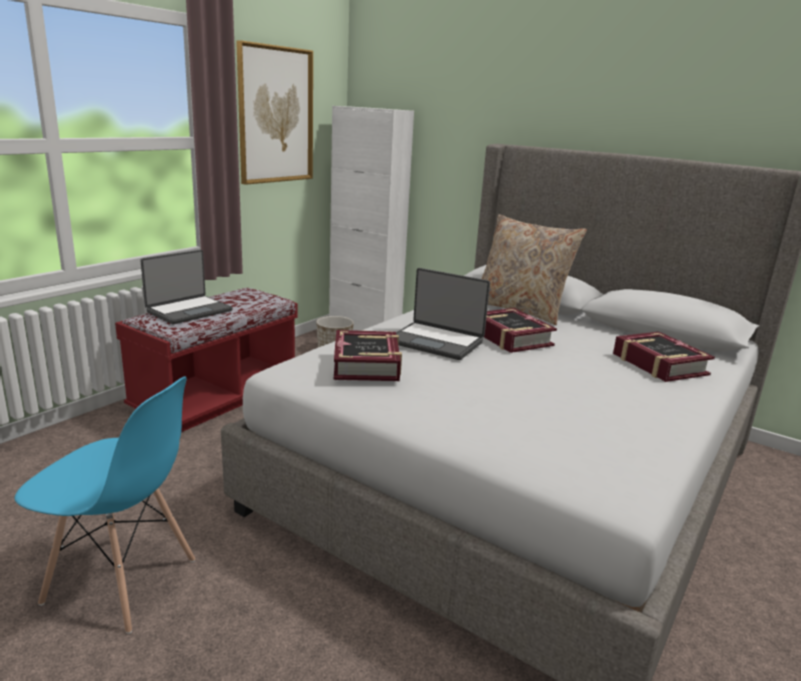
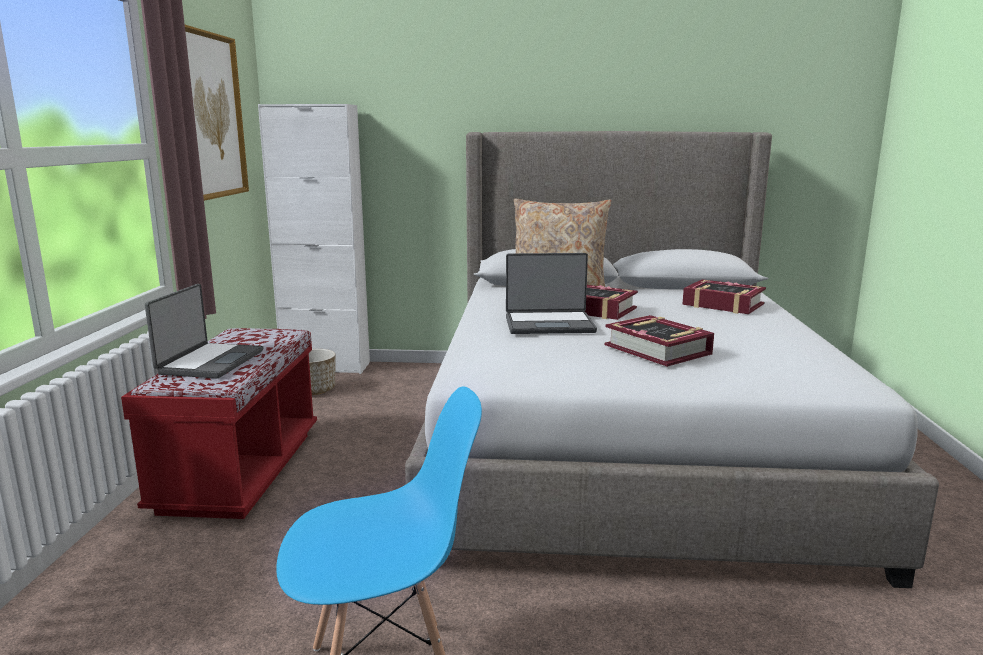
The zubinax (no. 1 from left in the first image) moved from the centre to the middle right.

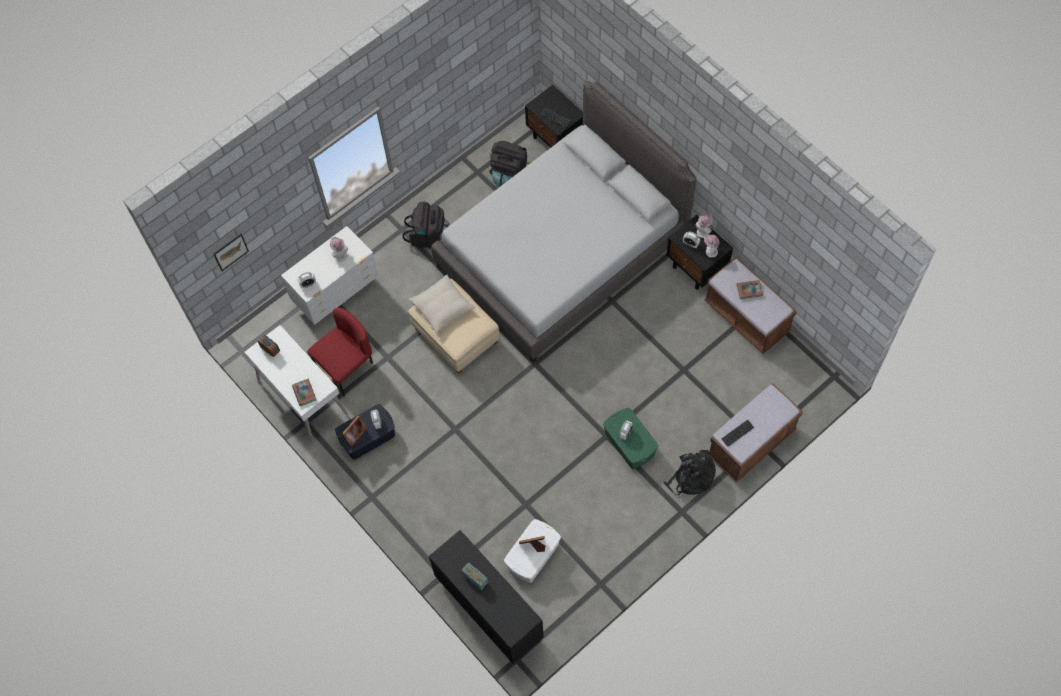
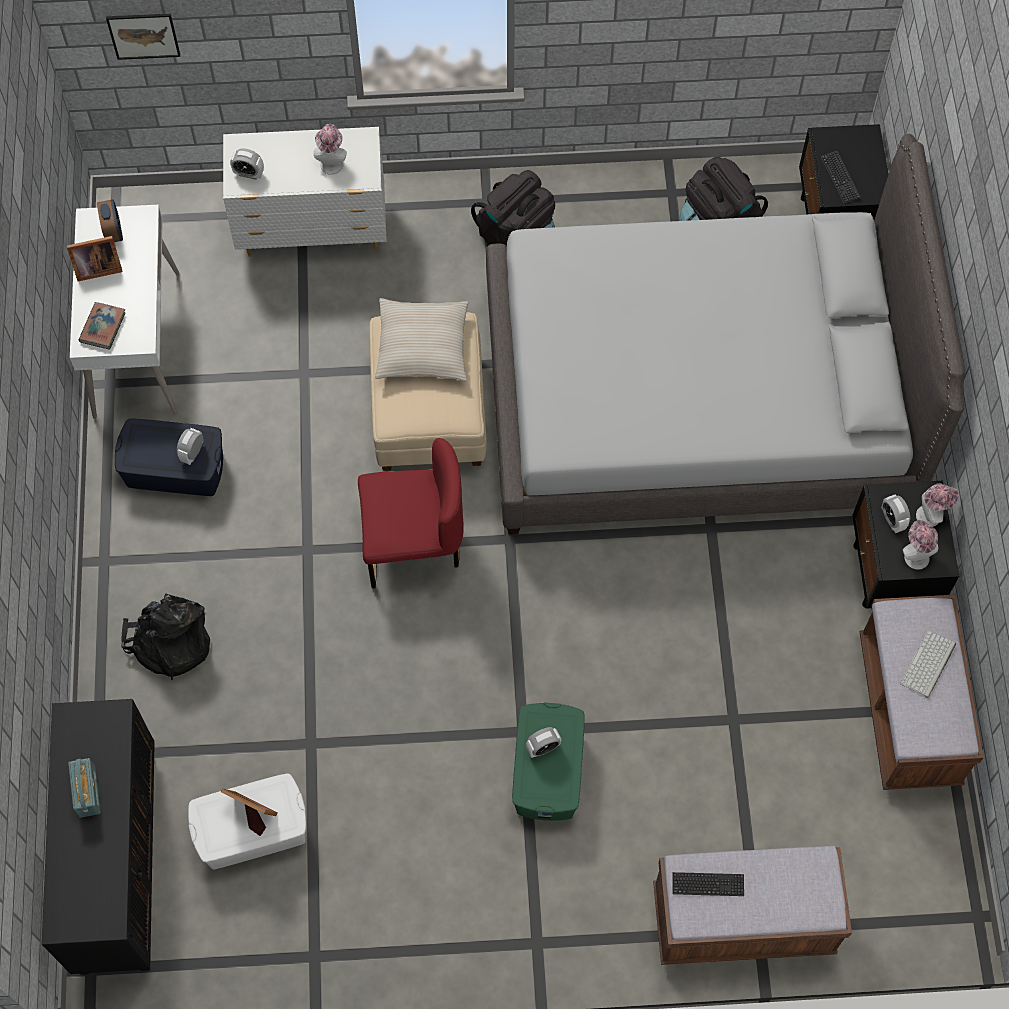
The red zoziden moved from the middle left to the centre.
The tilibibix (no. 1 from left) moved from the centre to the top left.
The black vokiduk (no. 3 from left in the first image) moved from the bottom centre to the middle left.
The zubinax (no. 2 from left) at the middle right was replaced by the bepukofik (no. 3 from left) at the middle right.

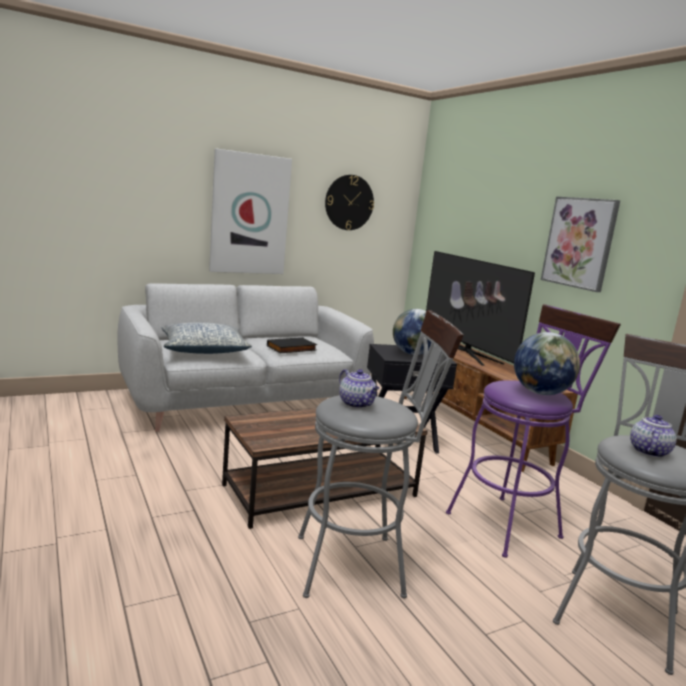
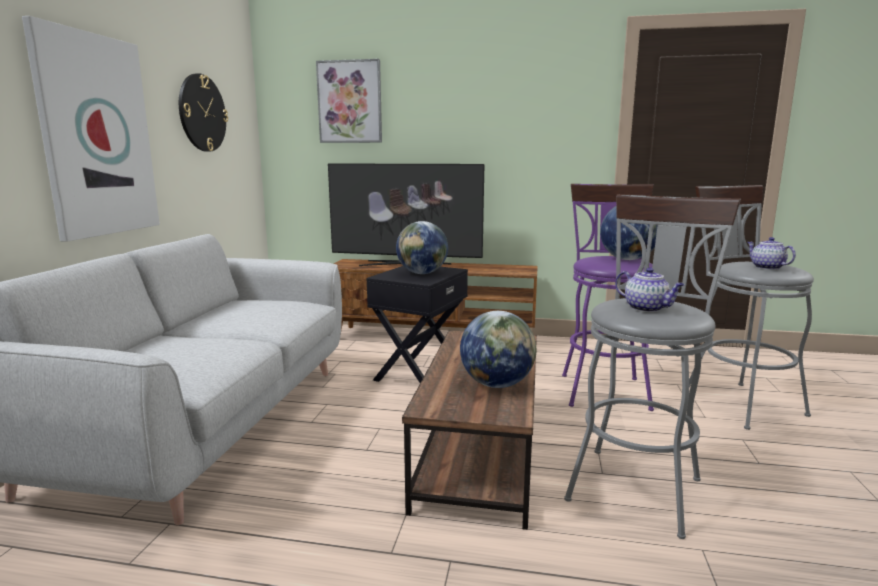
The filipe at the middle left disappeared.
The black zubinax at the centre disappeared.
The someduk (no. 2 from left) at the centre appeared.
The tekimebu (no. 2 from left) moved from the middle right to the top centre.
The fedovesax (no. 1 from left) at the centre turned 45 degrees clockwise.

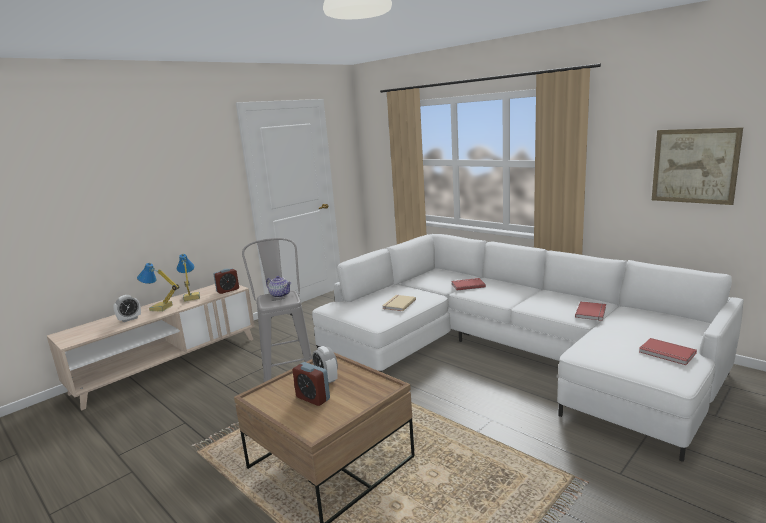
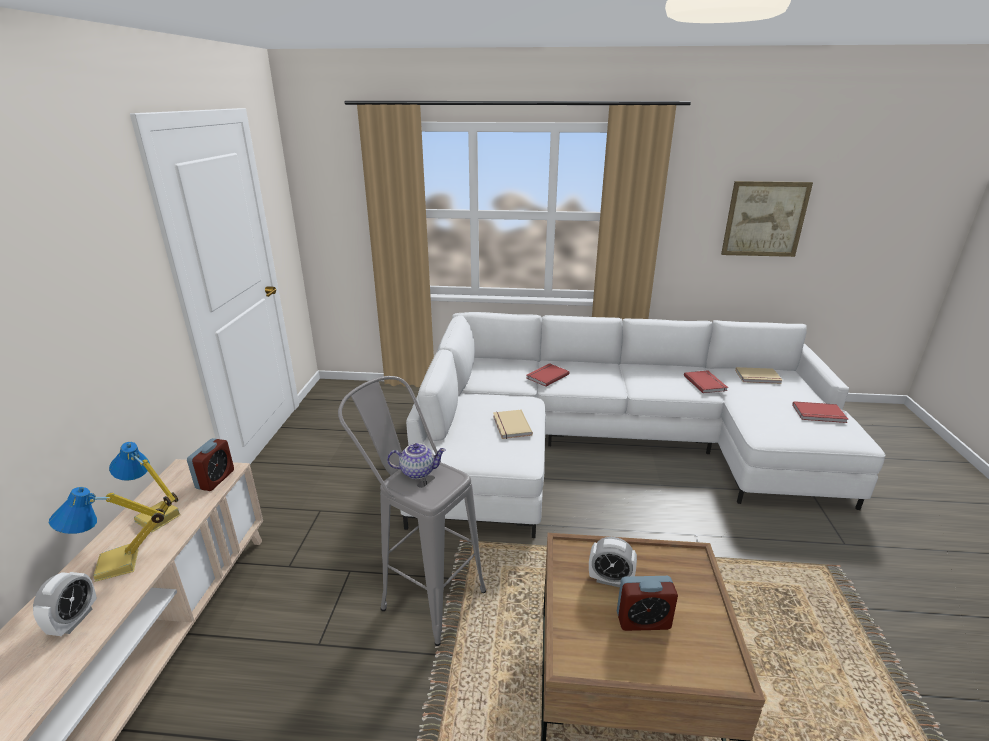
The beige zubinax (no. 2 from left) at the middle right appeared.

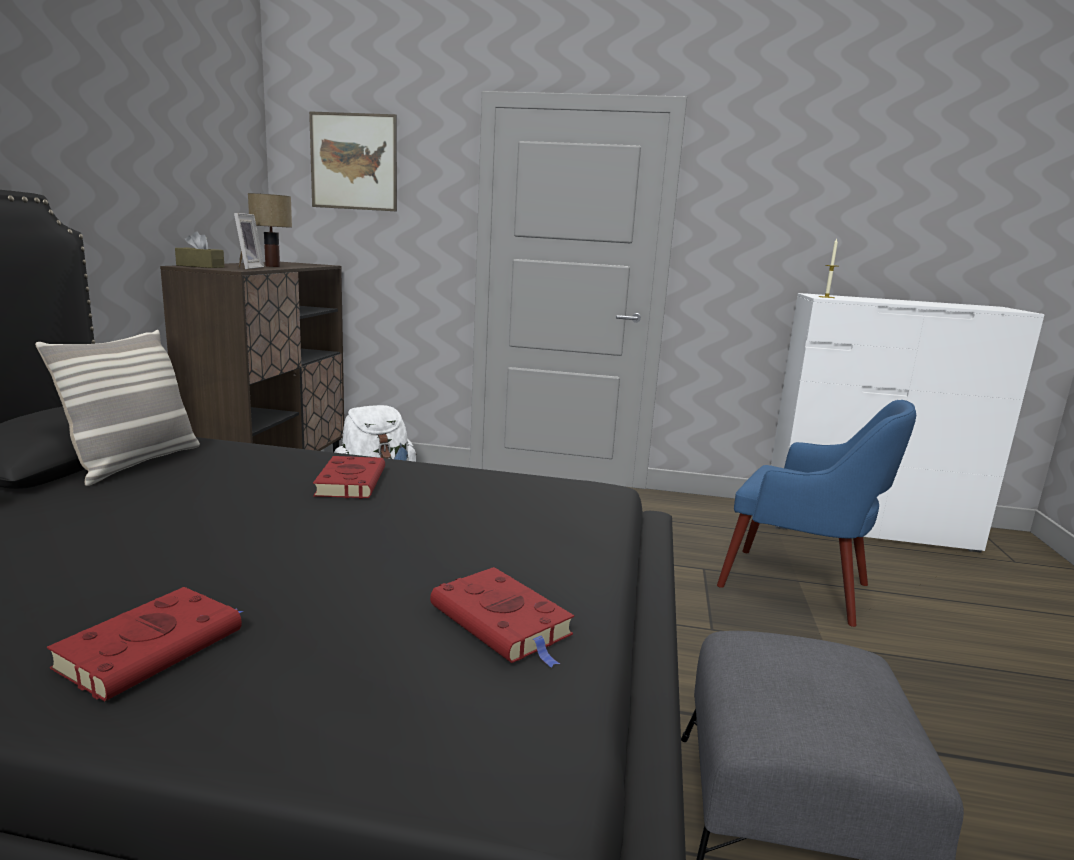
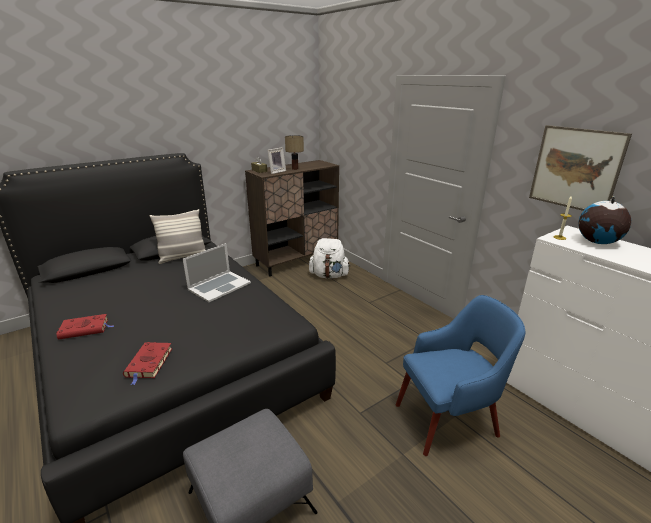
The someduk at the middle right appeared.
The tekimebu moved from the top left to the top right.
The red zubinax (no. 2 from left) at the middle left was replaced by the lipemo at the centre.
The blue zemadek at the middle right turned 90 degrees counterclockwise.

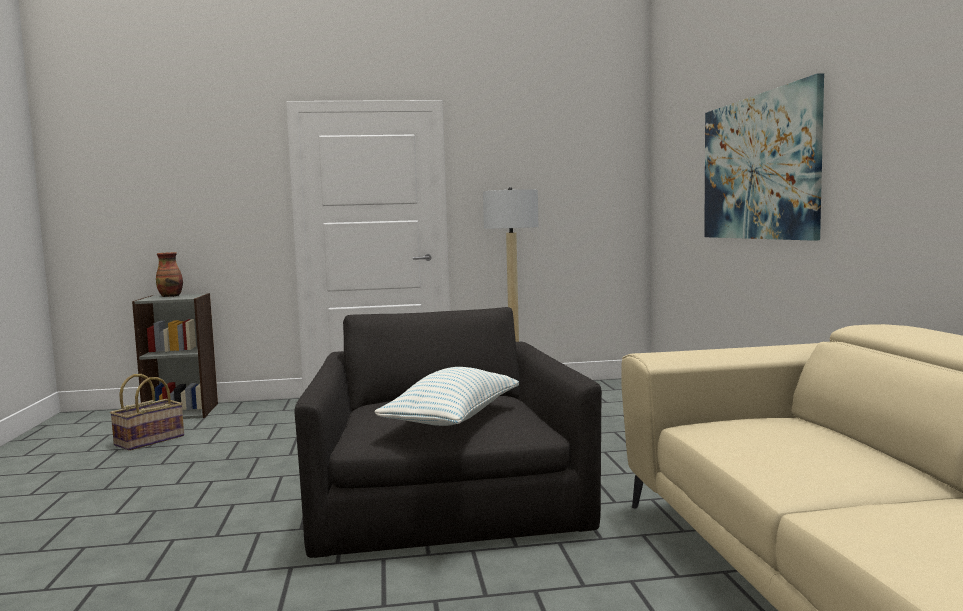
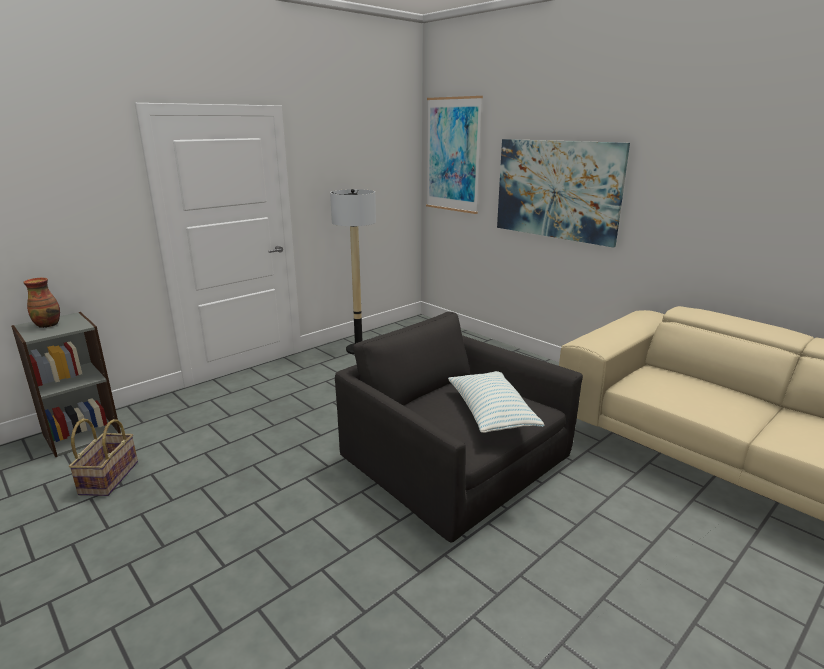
The tekimebu (no. 1 from left) at the top centre appeared.

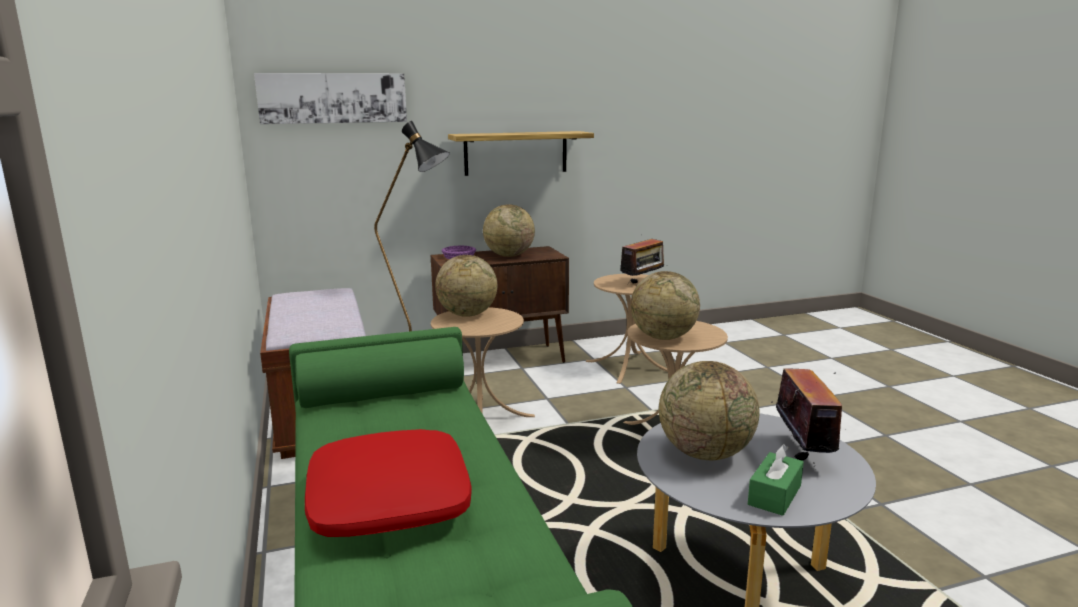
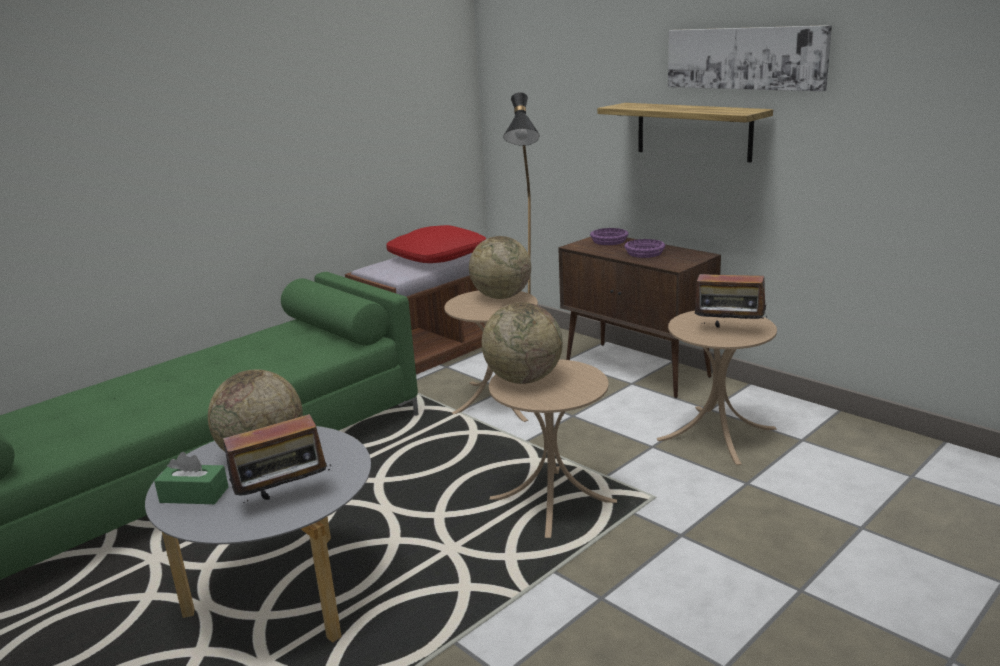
The tekimebu moved from the top left to the top right.
The red filipe moved from the bottom centre to the centre.
The someduk (no. 2 from left) at the centre was replaced by the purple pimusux (no. 2 from left) at the centre.

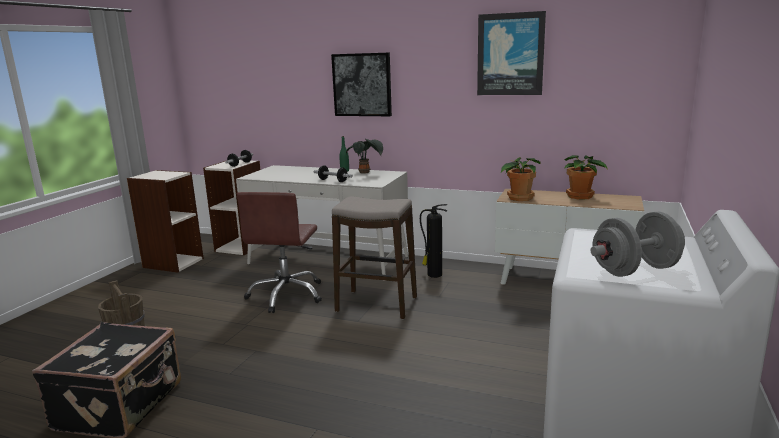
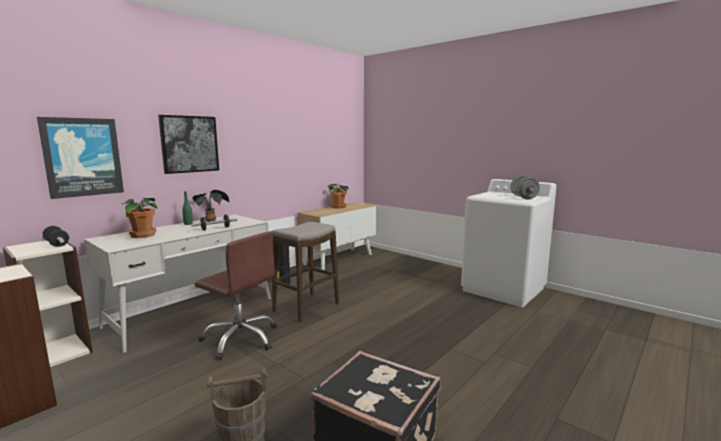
The tekimebu (no. 2 from left in the first image) moved from the top centre to the middle left.
The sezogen (no. 2 from left in the first image) moved from the middle right to the middle left.

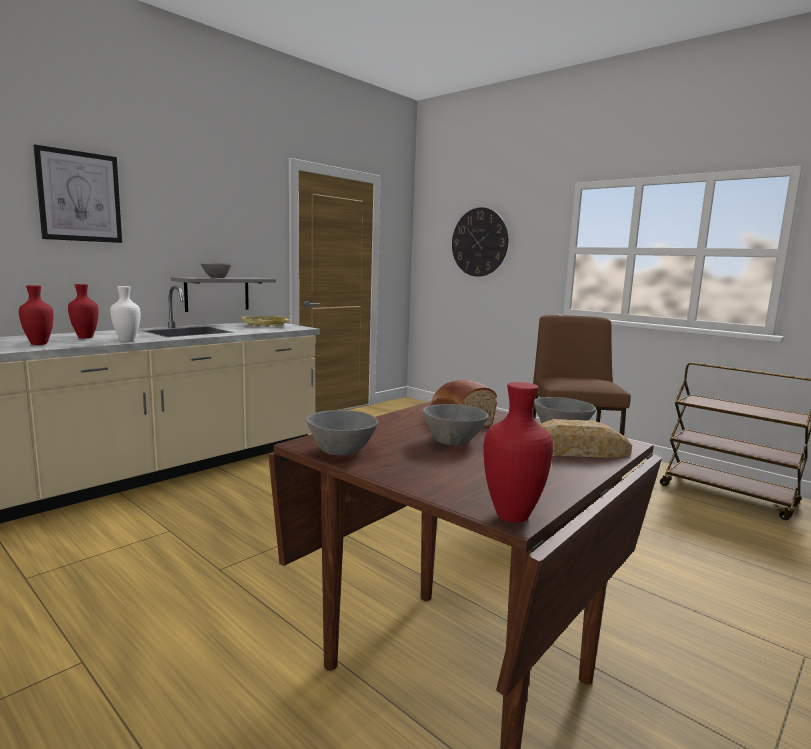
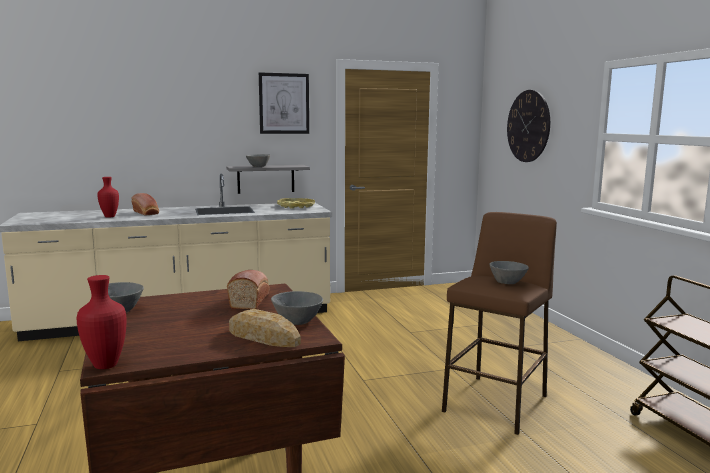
The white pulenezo at the middle left disappeared.
The tekimebu moved from the top left to the top centre.
The grey pimusux (no. 3 from left in the first image) moved from the centre to the middle right.
The red pulenezo (no. 2 from left) at the middle left was replaced by the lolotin (no. 1 from left) at the middle left.

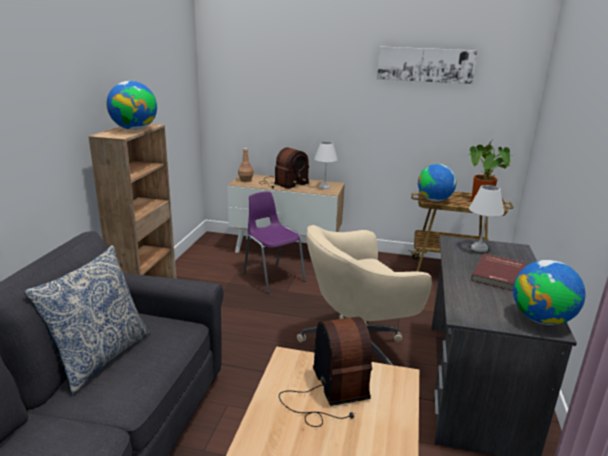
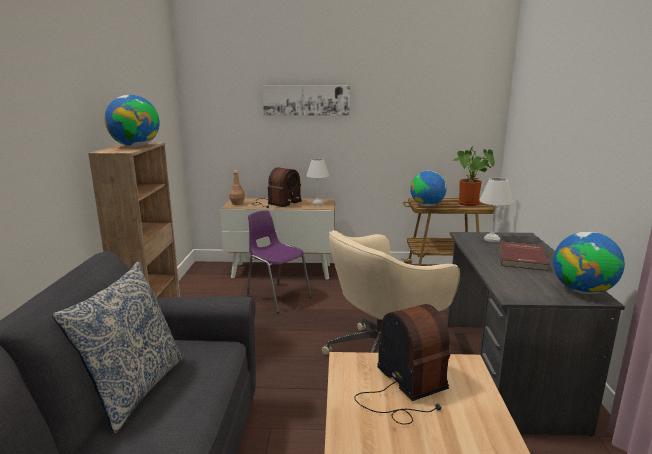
The tekimebu moved from the top right to the top centre.

